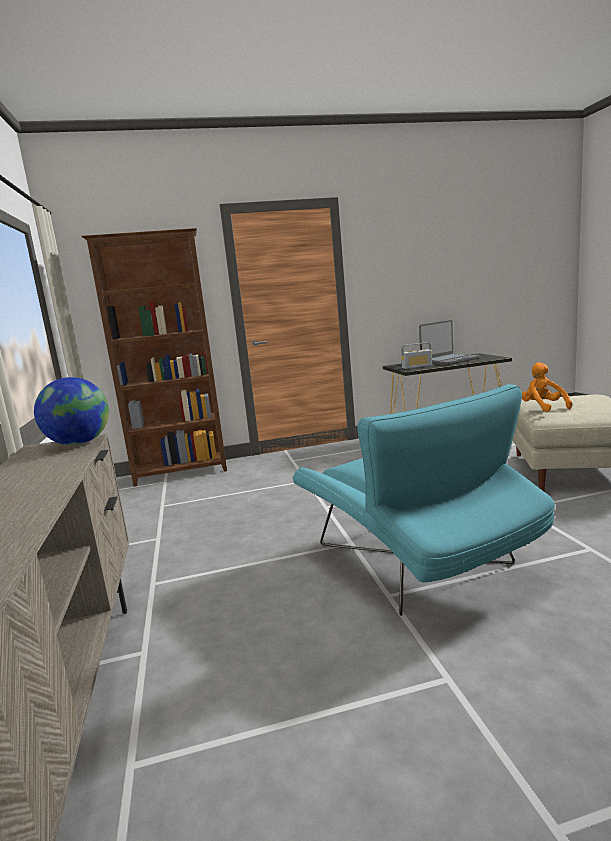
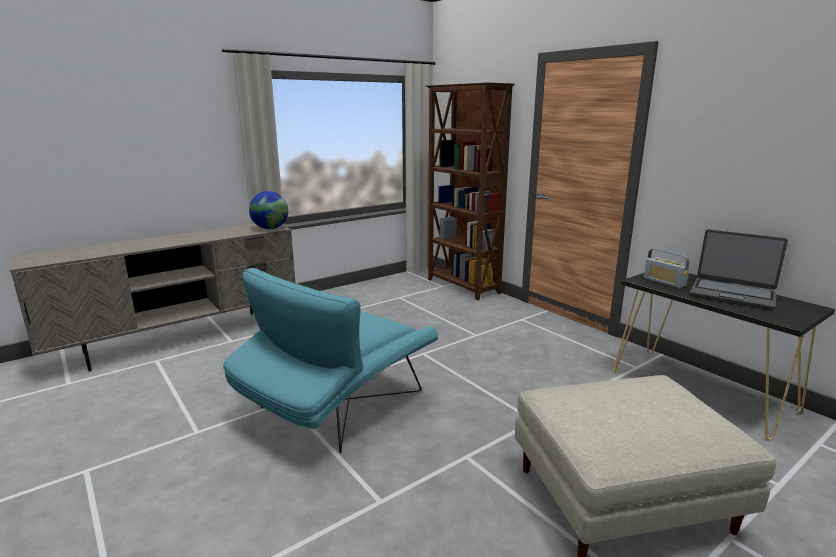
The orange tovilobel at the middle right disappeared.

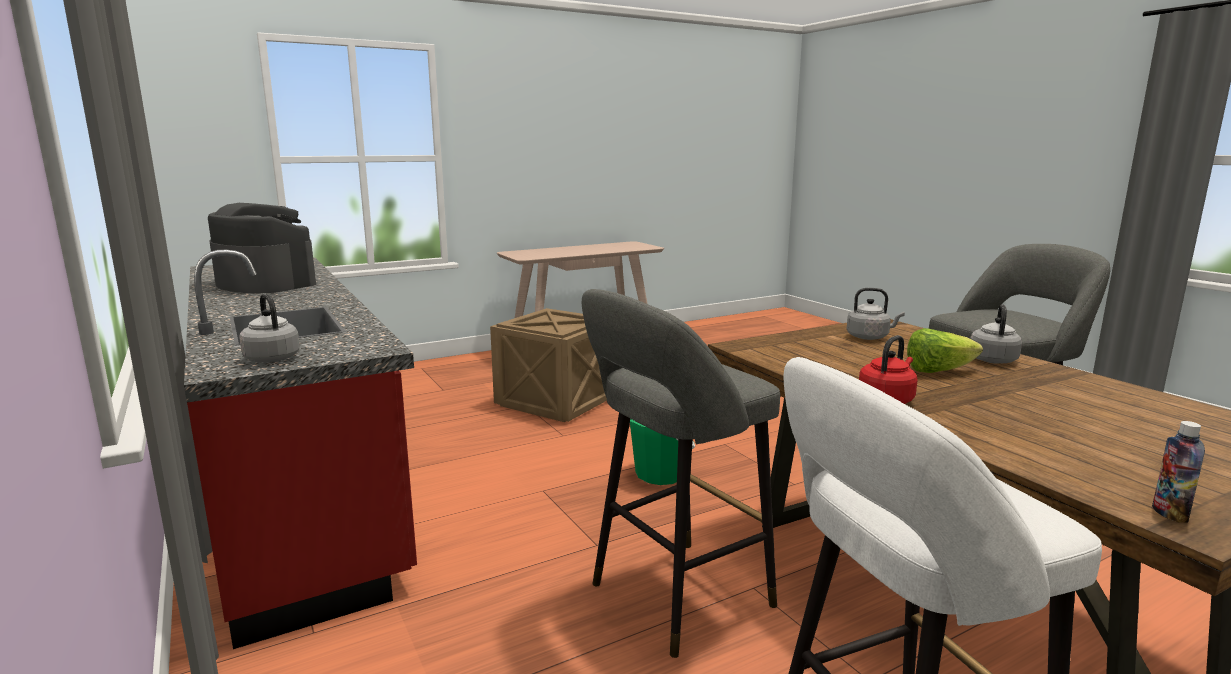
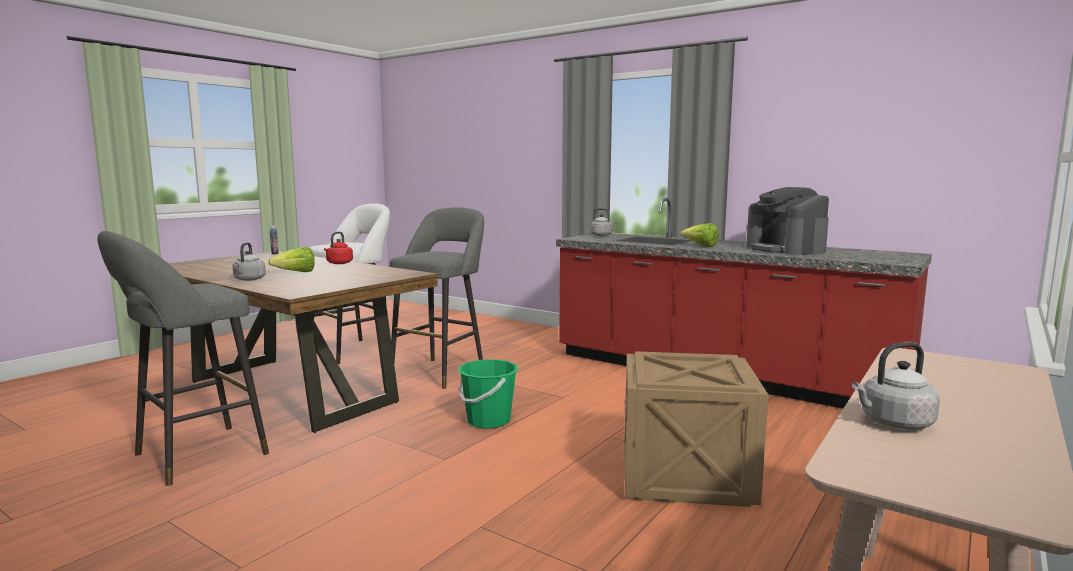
The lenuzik (no. 2 from left) at the centre appeared.
The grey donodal (no. 2 from left in the first image) moved from the middle right to the bottom right.
The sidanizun at the middle left turned 60 degrees clockwise.

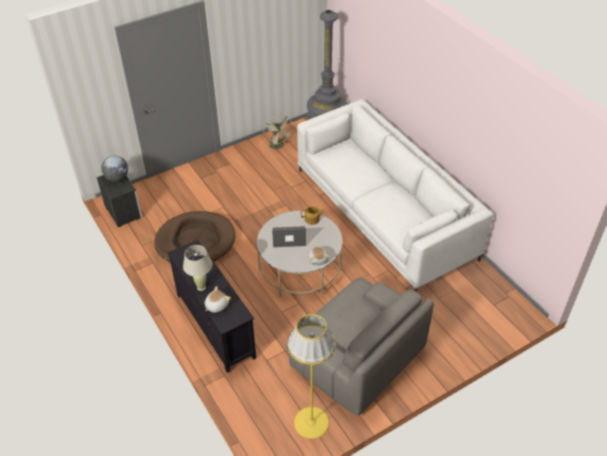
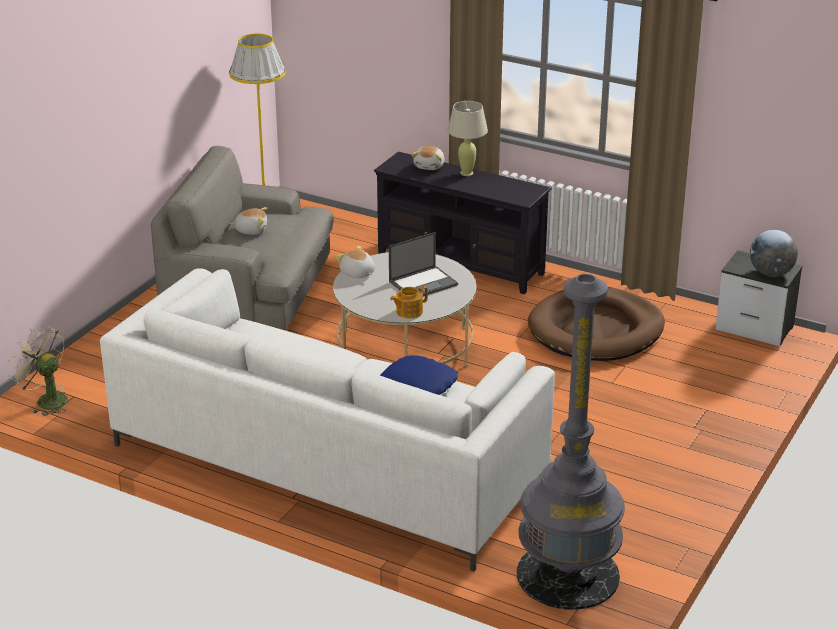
The tovilobel (no. 1 from left) at the middle left appeared.
The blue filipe at the centre appeared.
The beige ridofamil moved from the top centre to the middle left.

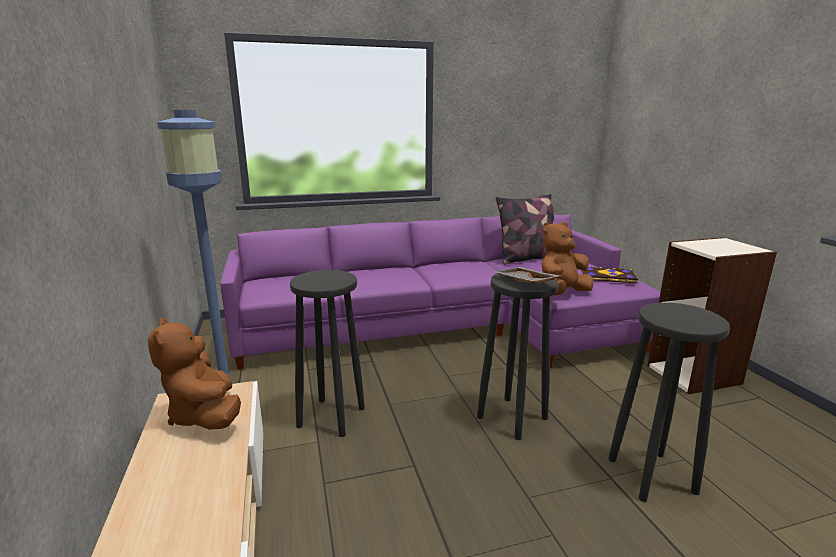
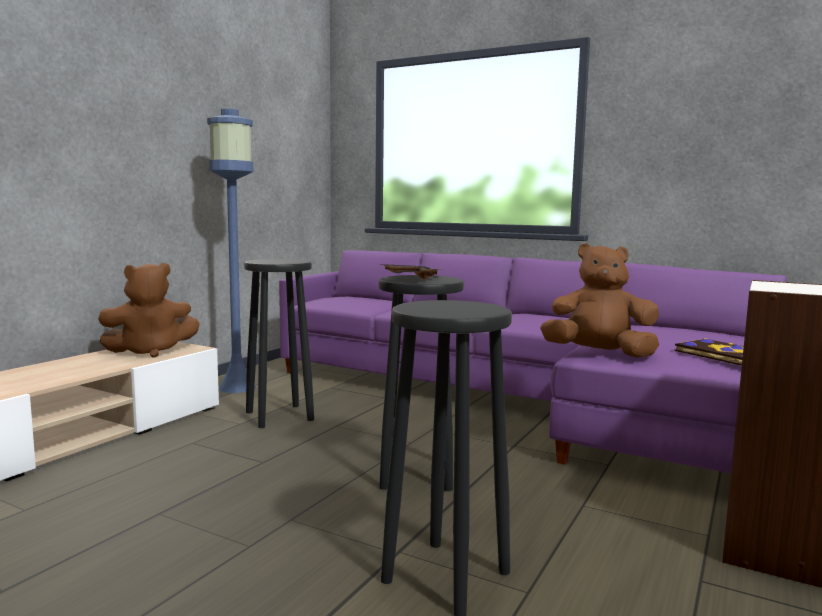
The filipe at the centre disappeared.
The brown tovilobel (no. 1 from left) at the bottom left turned 135 degrees counterclockwise.

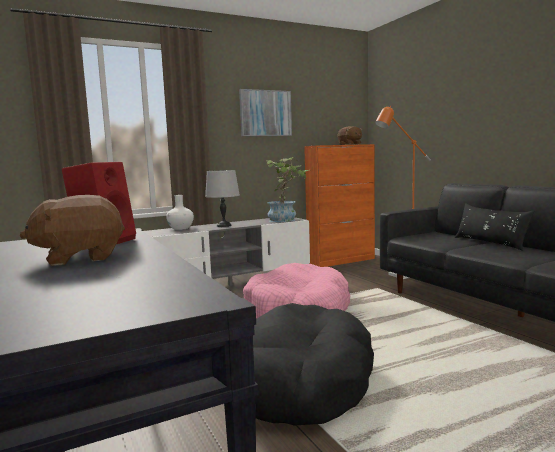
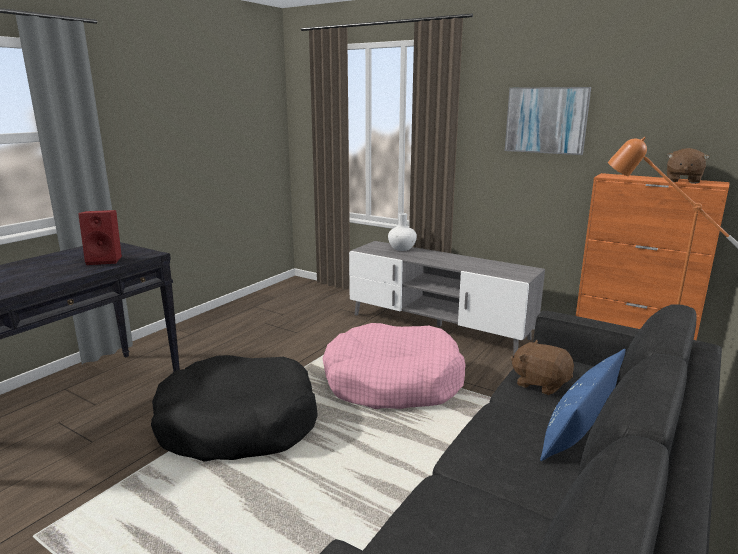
The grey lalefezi at the centre disappeared.
The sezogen at the centre disappeared.
The brown tovilobel (no. 1 from left) moved from the middle left to the middle right.
The black filipe at the middle right became the blue filipe at the bottom right.

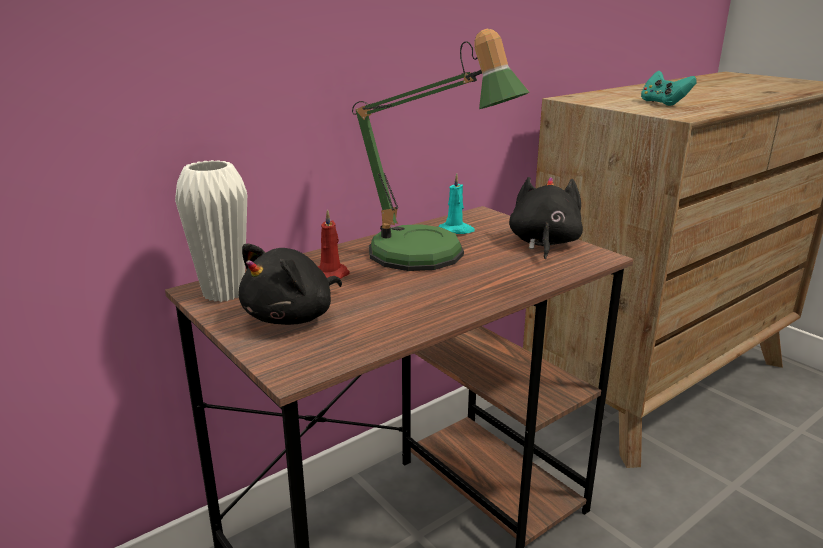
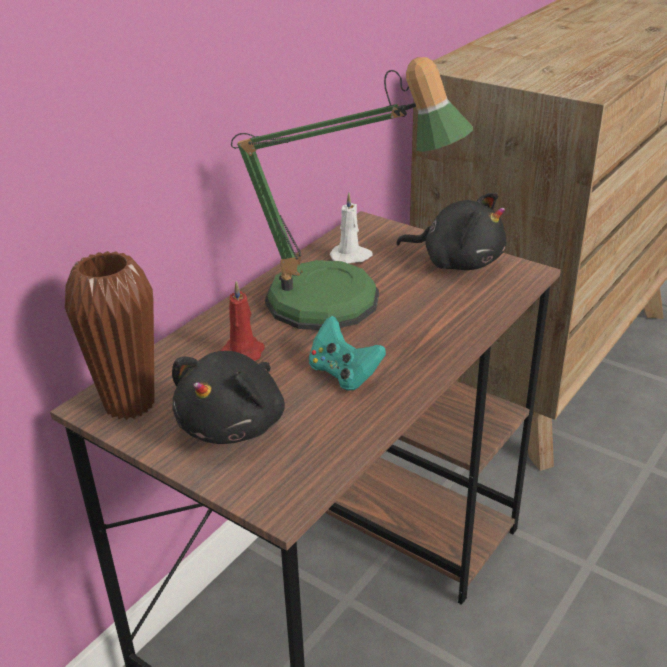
The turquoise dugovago moved from the top right to the centre.
The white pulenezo at the middle left became the brown pulenezo at the middle left.
The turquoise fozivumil at the centre became the white fozivumil at the centre.
The black tovilobel (no. 2 from left) at the centre turned 120 degrees clockwise.

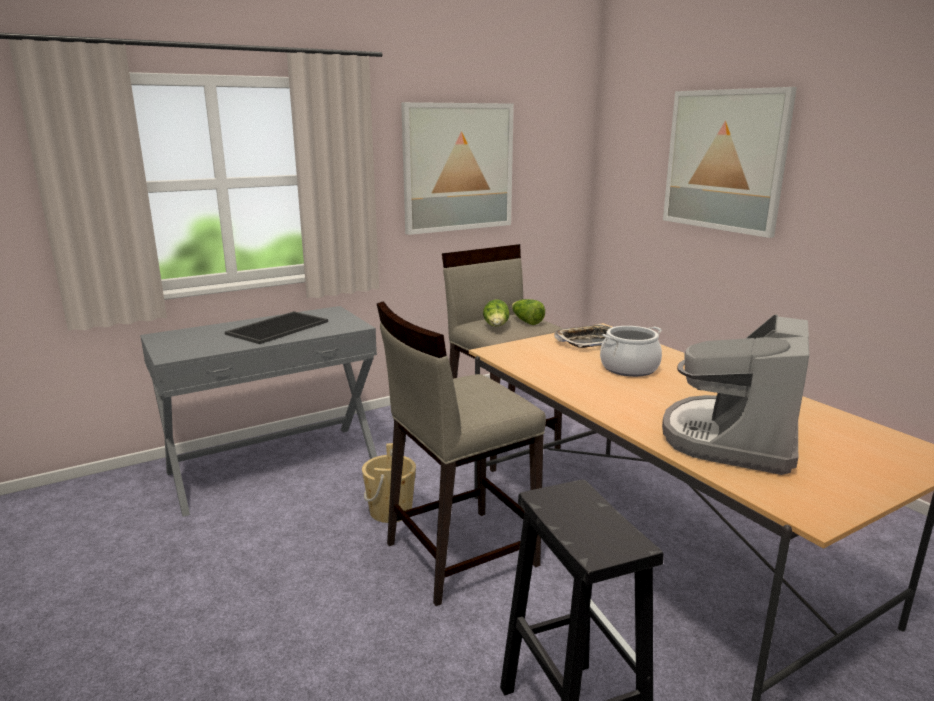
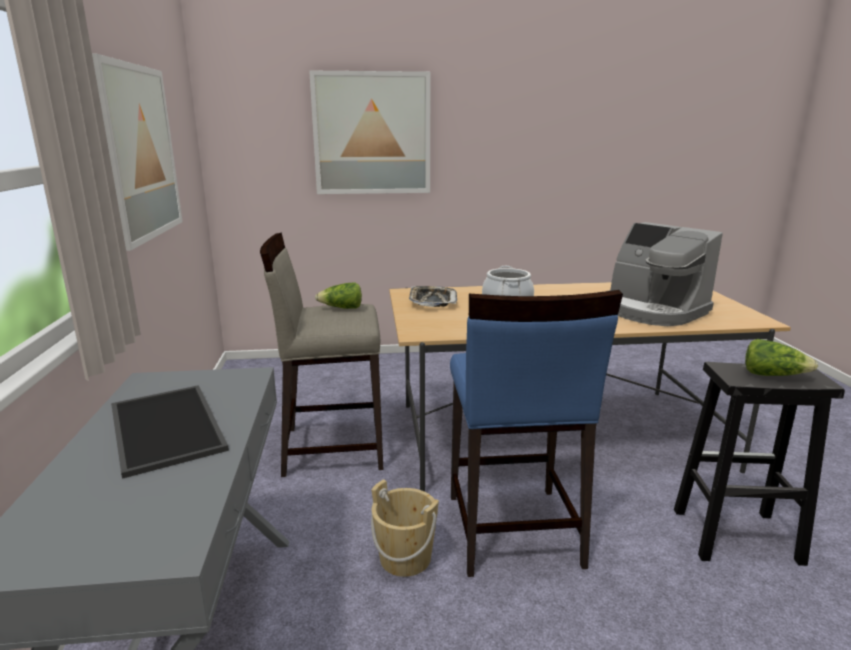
The lenuzik (no. 1 from left in the first image) moved from the centre to the middle right.
The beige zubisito (no. 1 from left) at the centre became the blue zubisito at the centre.

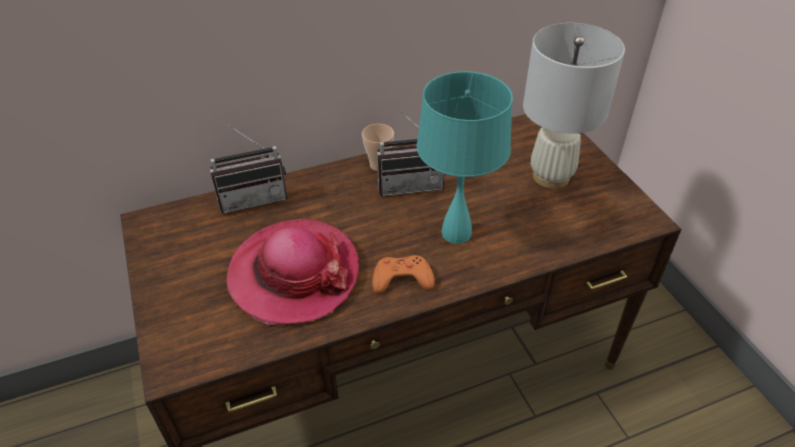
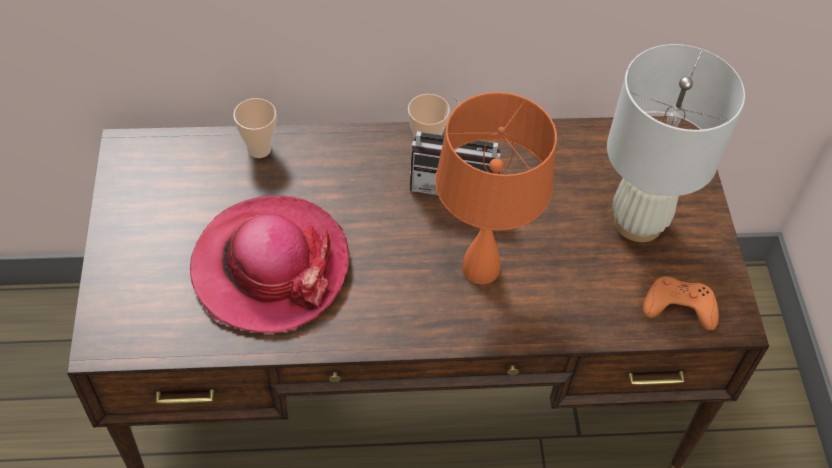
The orange dugovago moved from the centre to the middle right.
The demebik (no. 1 from left) at the middle left was replaced by the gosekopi (no. 1 from left) at the top left.
The turquoise lalefezi at the centre became the orange lalefezi at the centre.

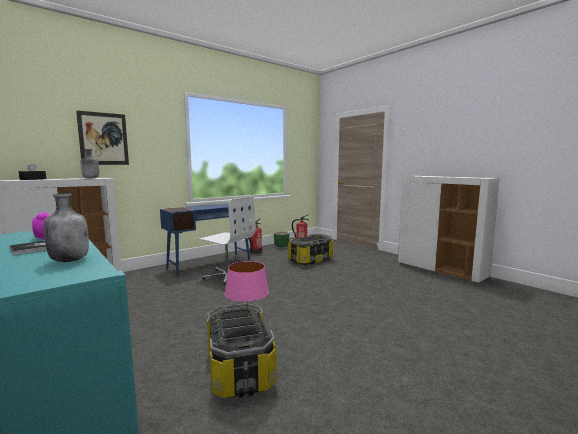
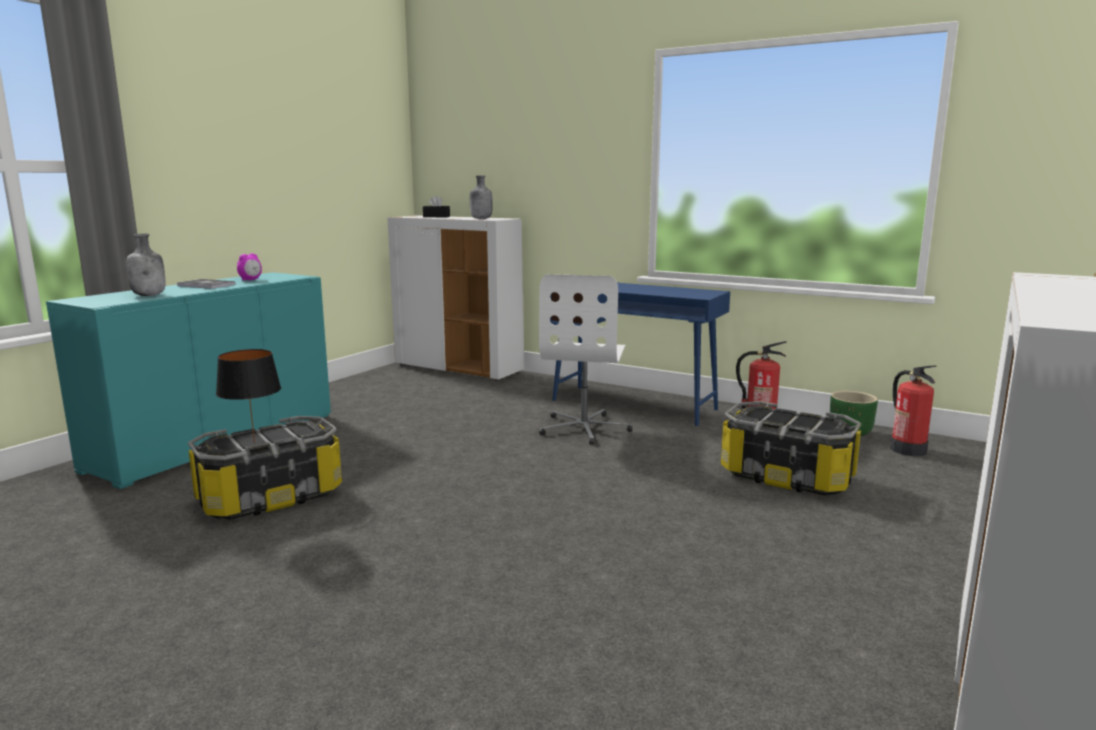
The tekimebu at the top left disappeared.
The pink lalefezi at the bottom centre became the black lalefezi at the middle left.

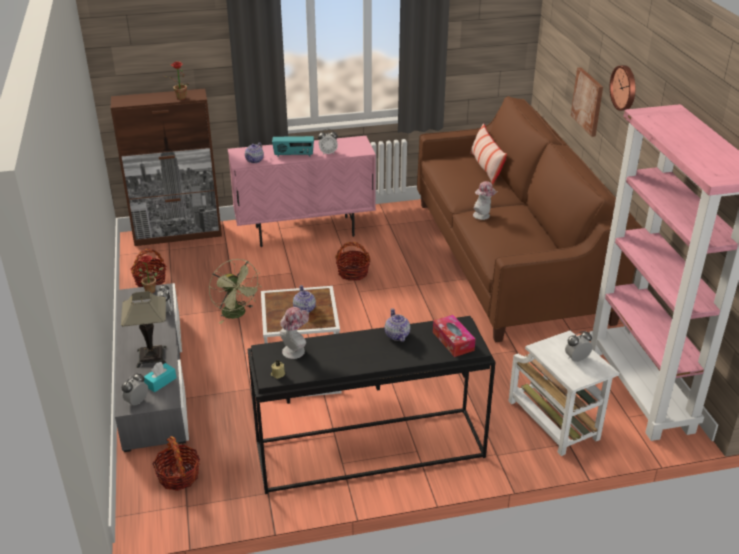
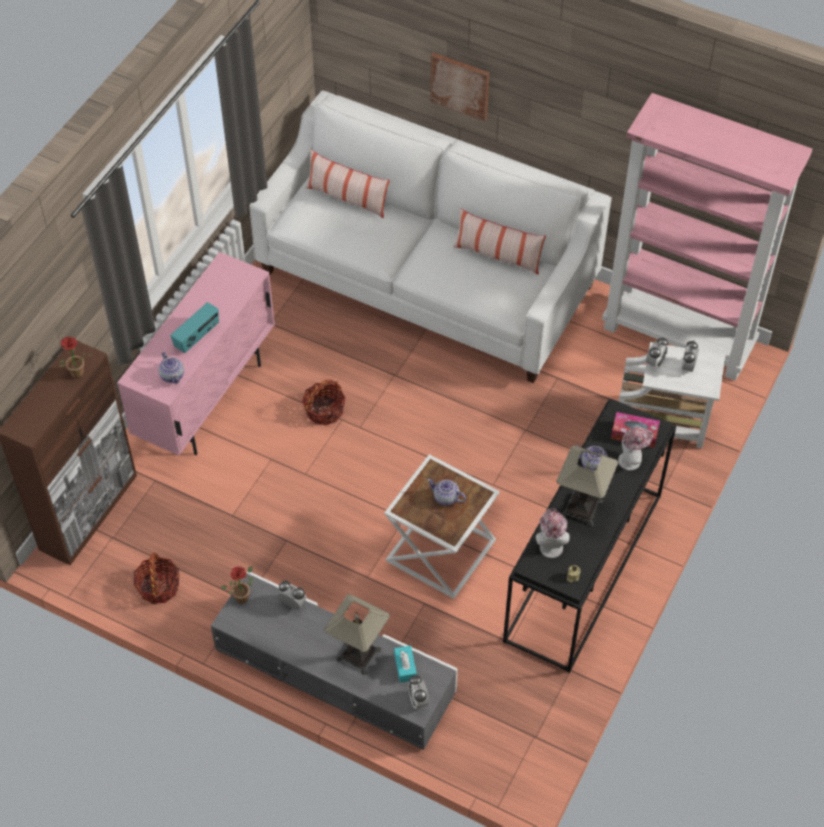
The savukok (no. 2 from left) at the bottom left disappeared.
The green ridofamil at the middle left disappeared.
The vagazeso at the top right disappeared.
The filipe (no. 2 from left) at the top centre appeared.
The lalefezi (no. 2 from left) at the middle right appeared.
The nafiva (no. 3 from left) moved from the top centre to the middle right.
The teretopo (no. 2 from left) moved from the centre to the middle right.
The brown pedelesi at the middle right became the white pedelesi at the top centre.

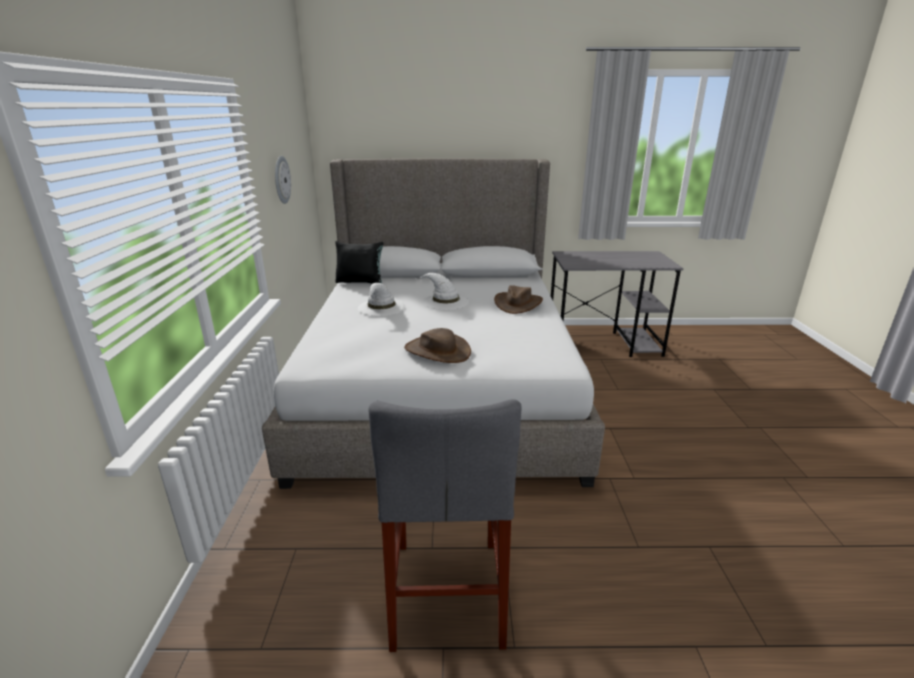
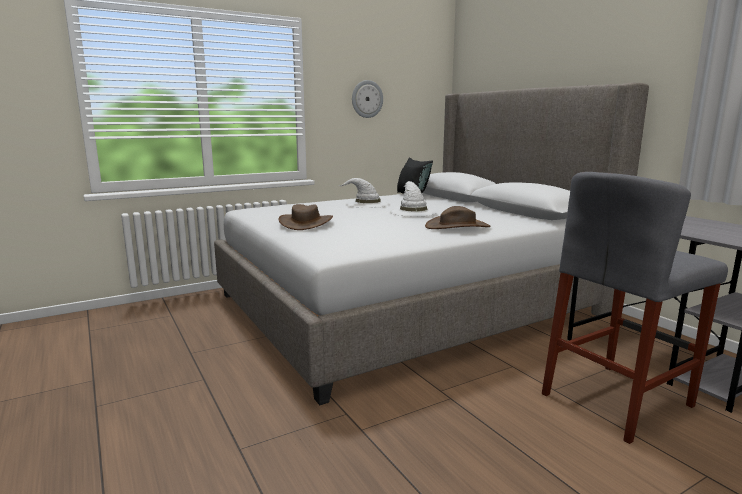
The grey zubisito moved from the bottom centre to the middle right.

